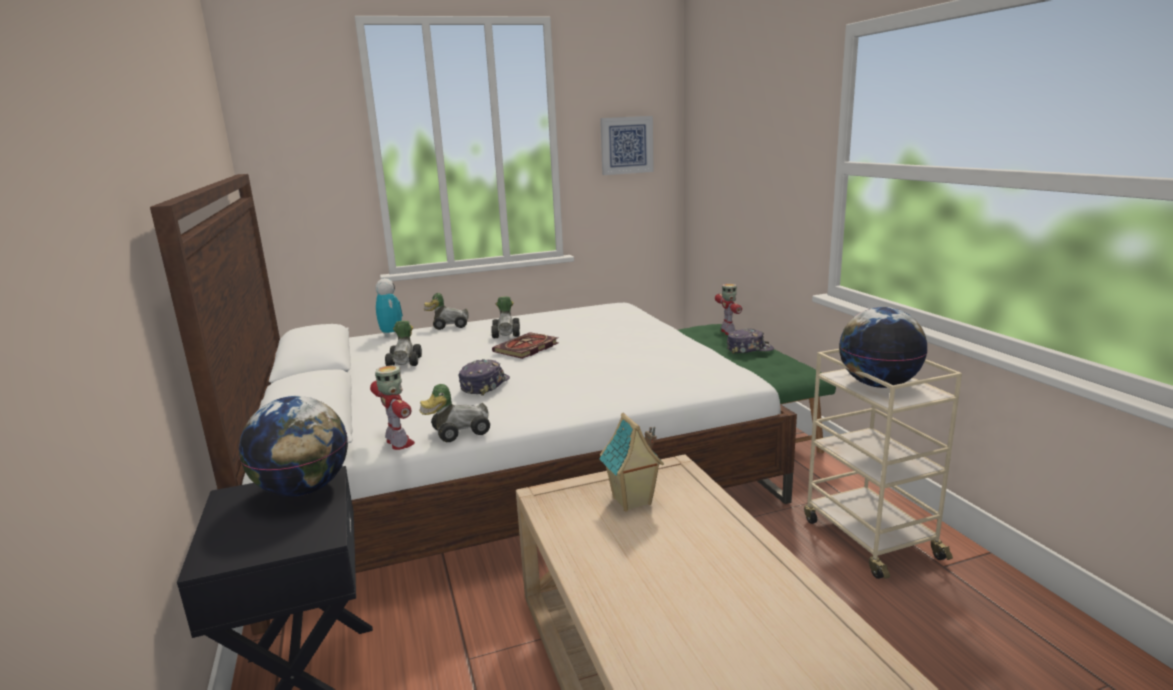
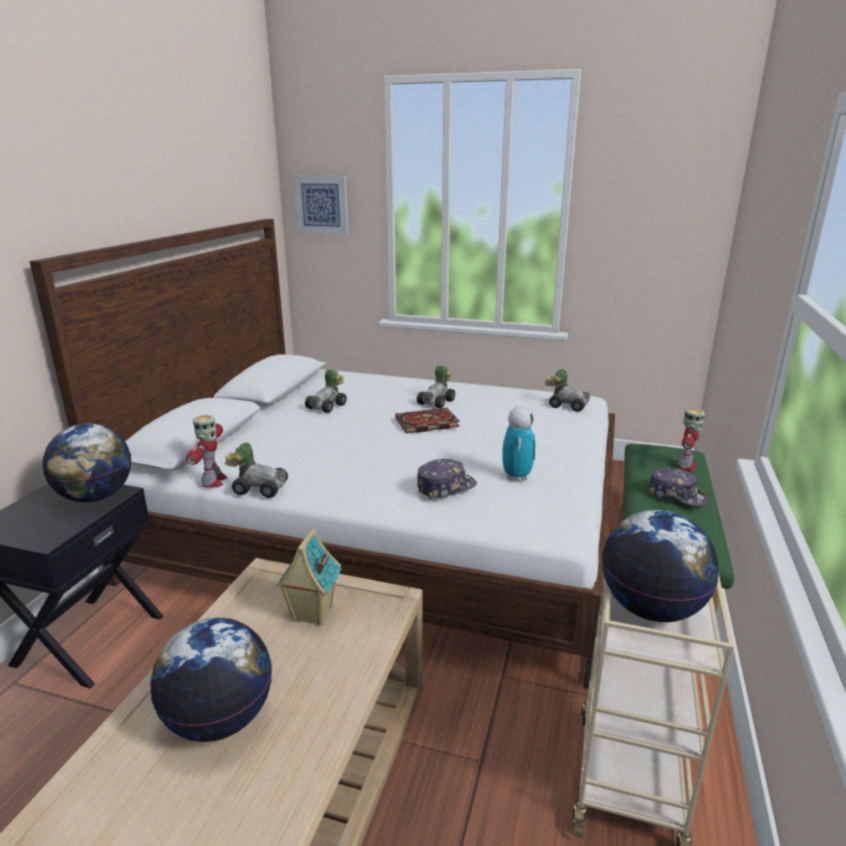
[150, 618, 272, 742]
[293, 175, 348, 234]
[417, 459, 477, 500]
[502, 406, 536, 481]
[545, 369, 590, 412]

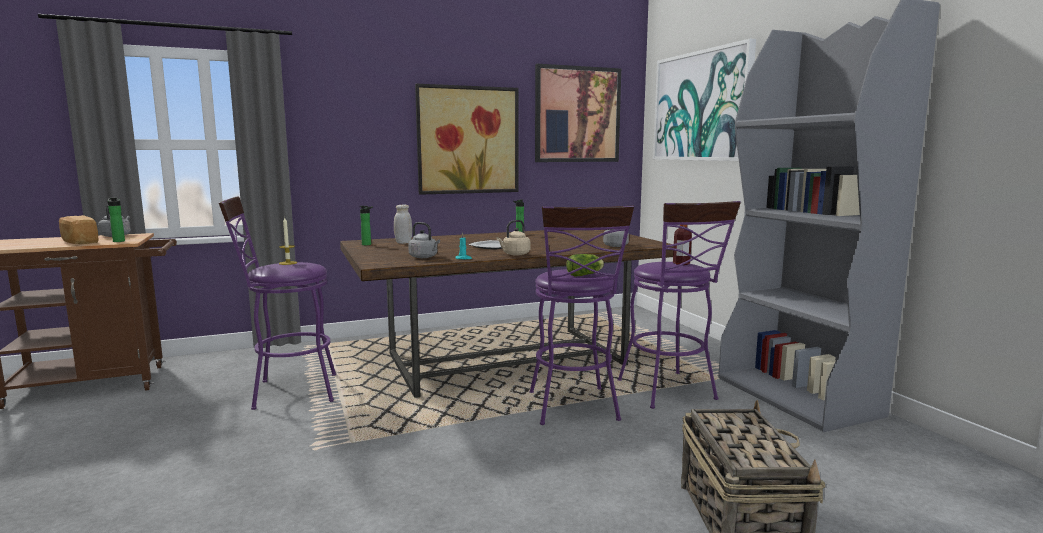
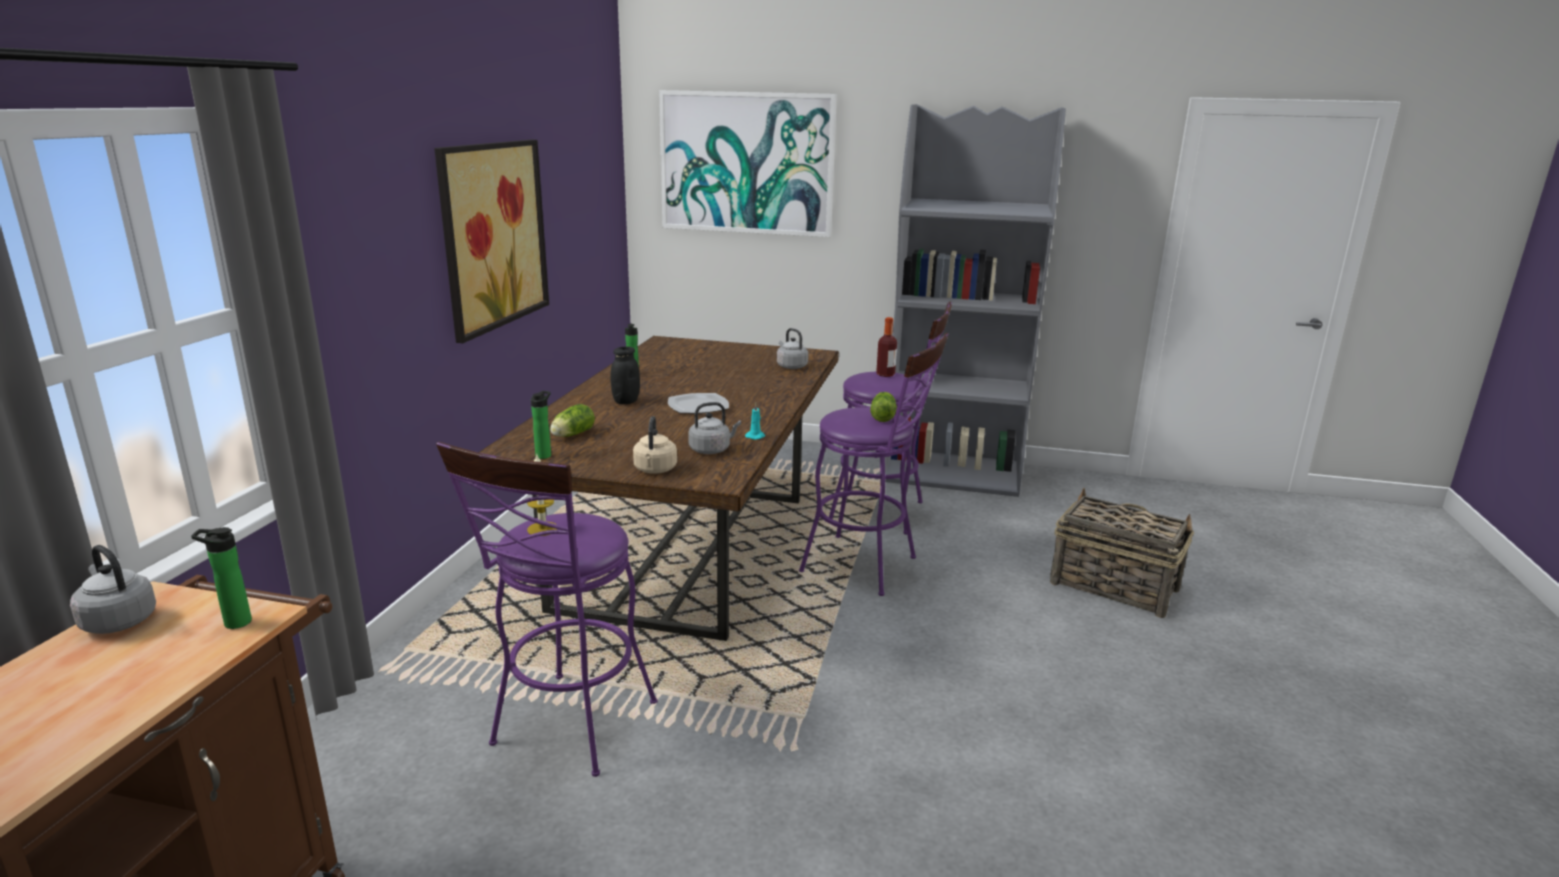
[550, 404, 595, 437]
[611, 346, 640, 404]
[633, 416, 677, 474]
[59, 215, 99, 244] (first image)
[535, 64, 621, 162] (first image)

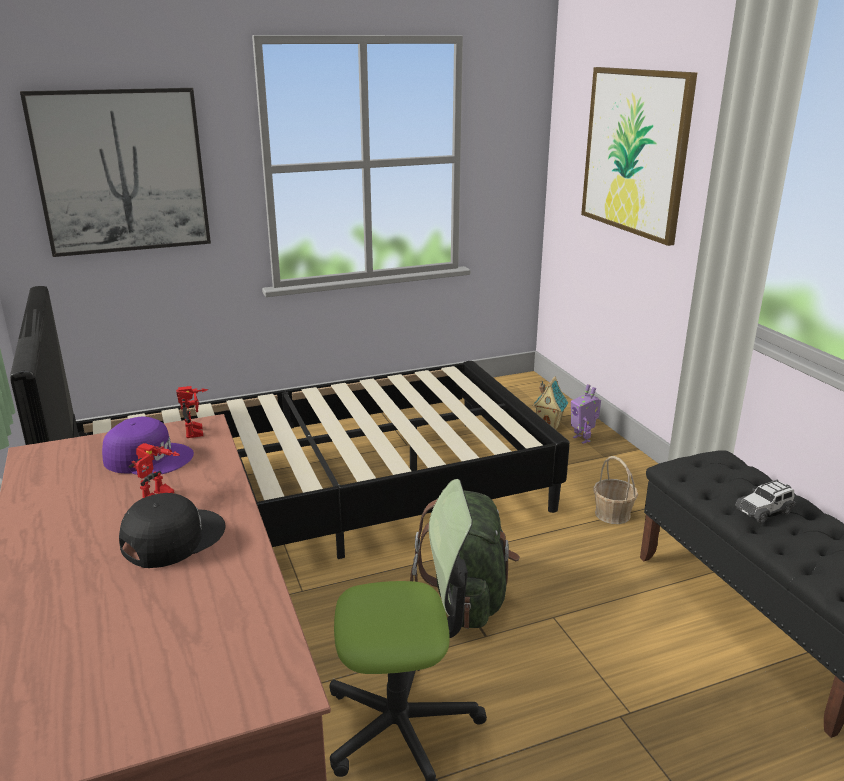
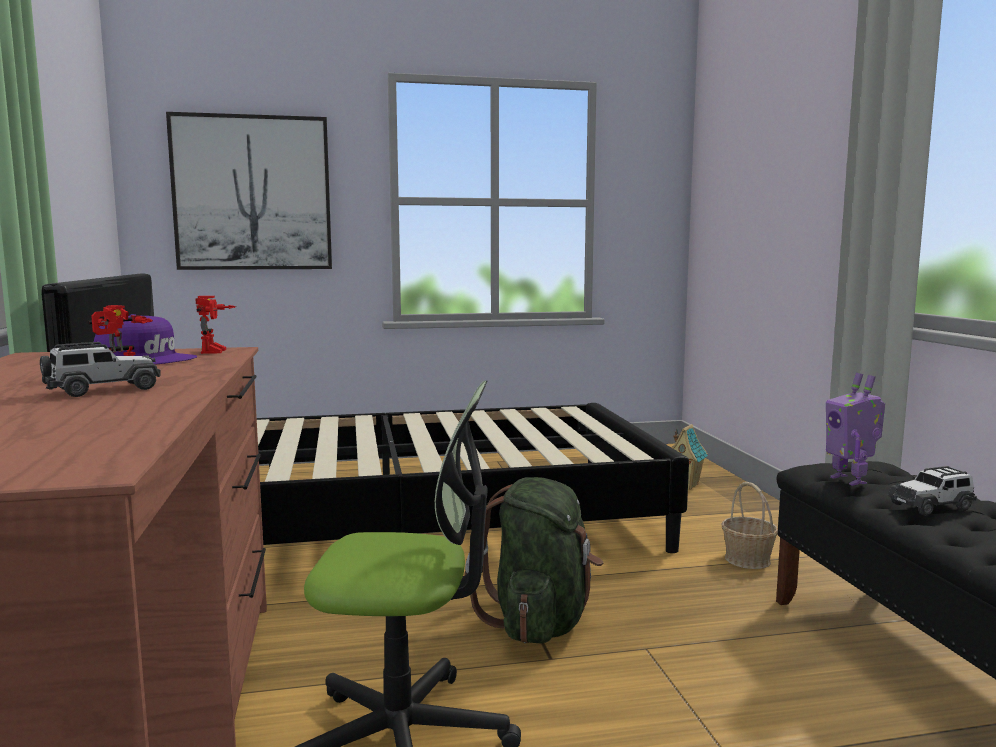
[40, 342, 161, 397]
[826, 373, 885, 486]
[581, 67, 697, 246] (first image)

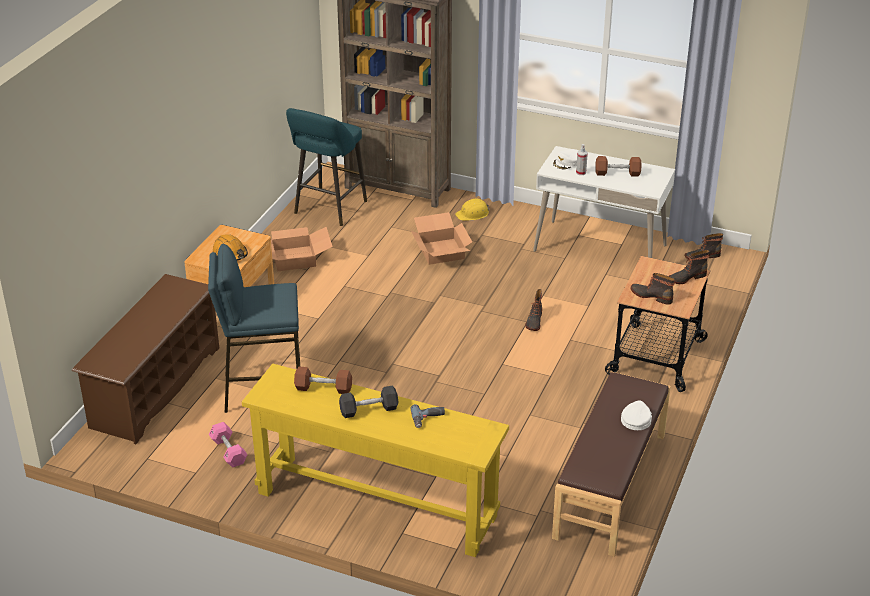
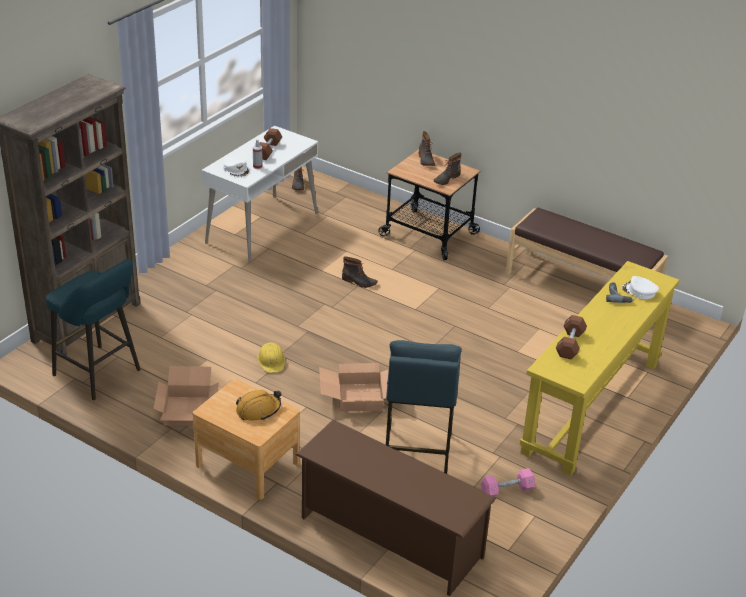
[257, 342, 285, 373]
[319, 363, 389, 412]
[622, 276, 659, 299]
[339, 386, 398, 418] (first image)

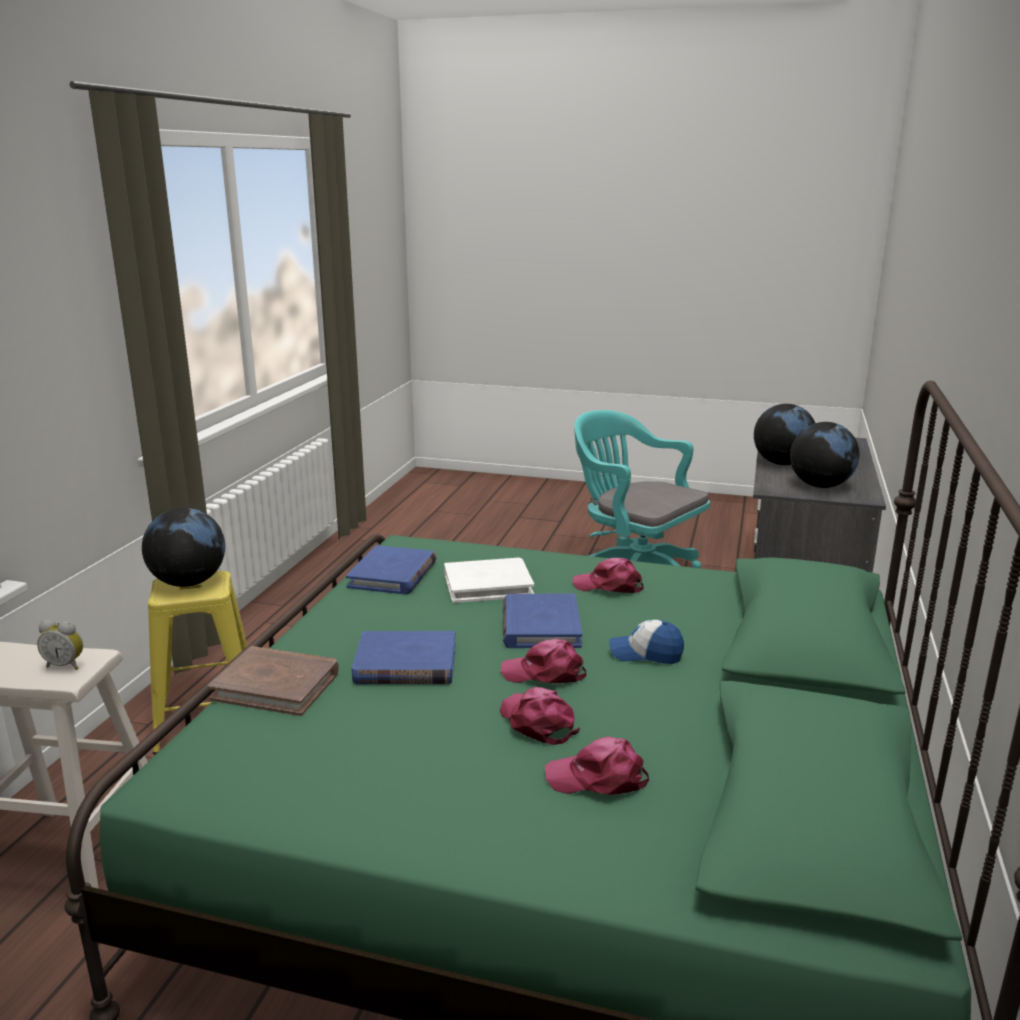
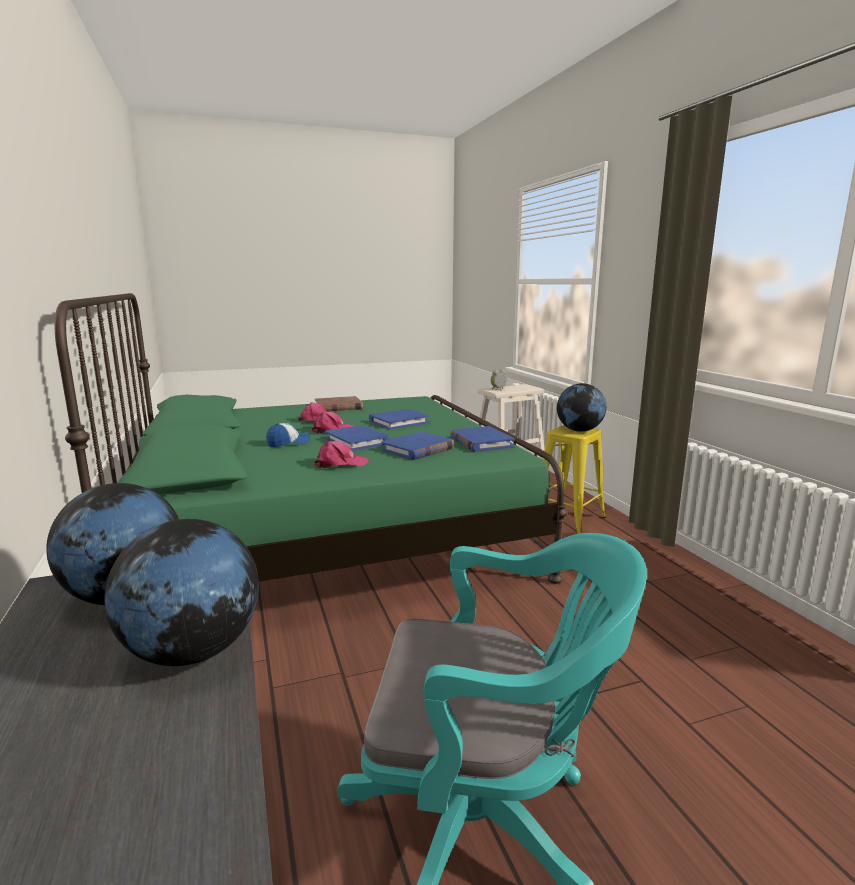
[315, 396, 363, 412]
[381, 432, 454, 460]
[545, 736, 649, 795] (first image)

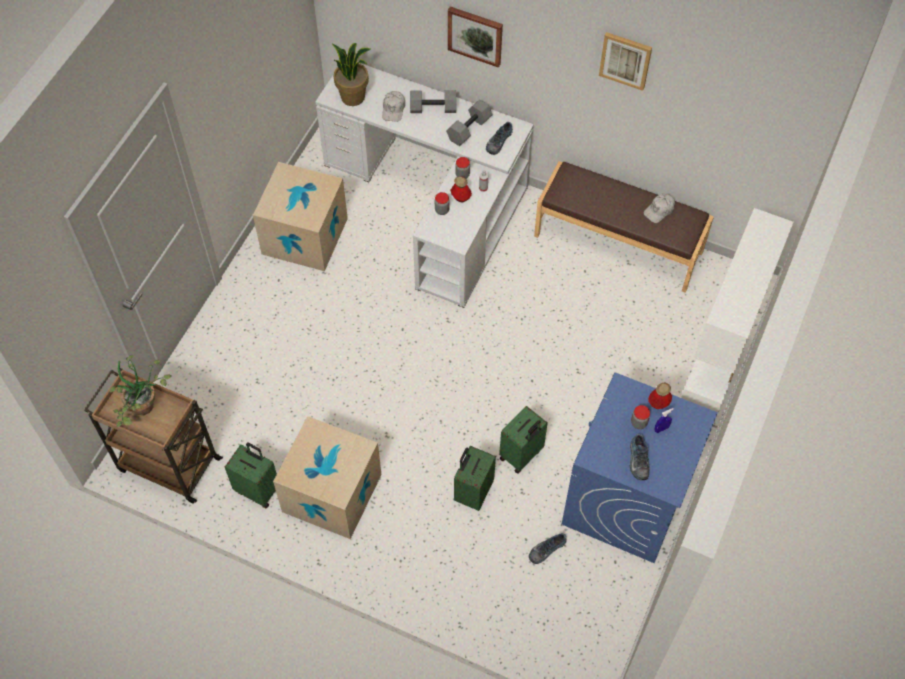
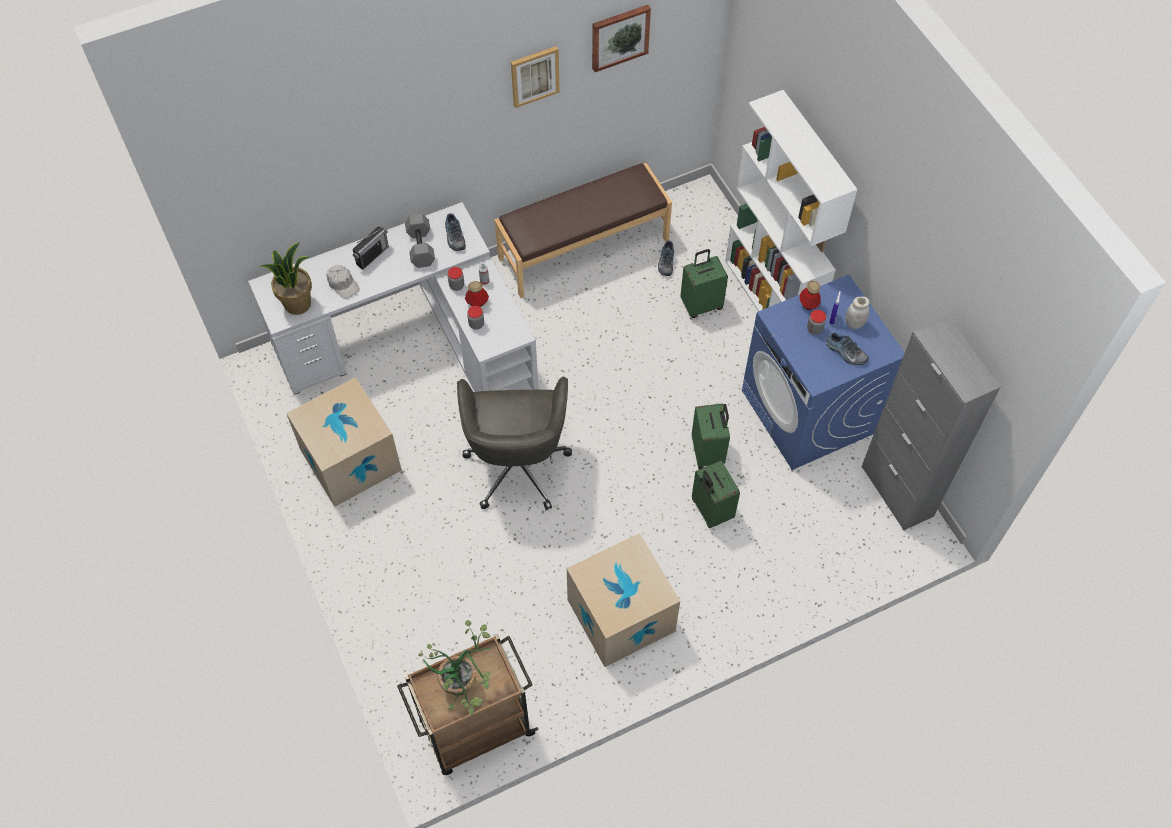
[353, 227, 389, 270]
[457, 376, 572, 510]
[592, 5, 651, 72]
[658, 240, 674, 276]
[680, 249, 728, 318]
[846, 297, 870, 329]
[862, 317, 1001, 531]
[644, 193, 675, 223] (first image)

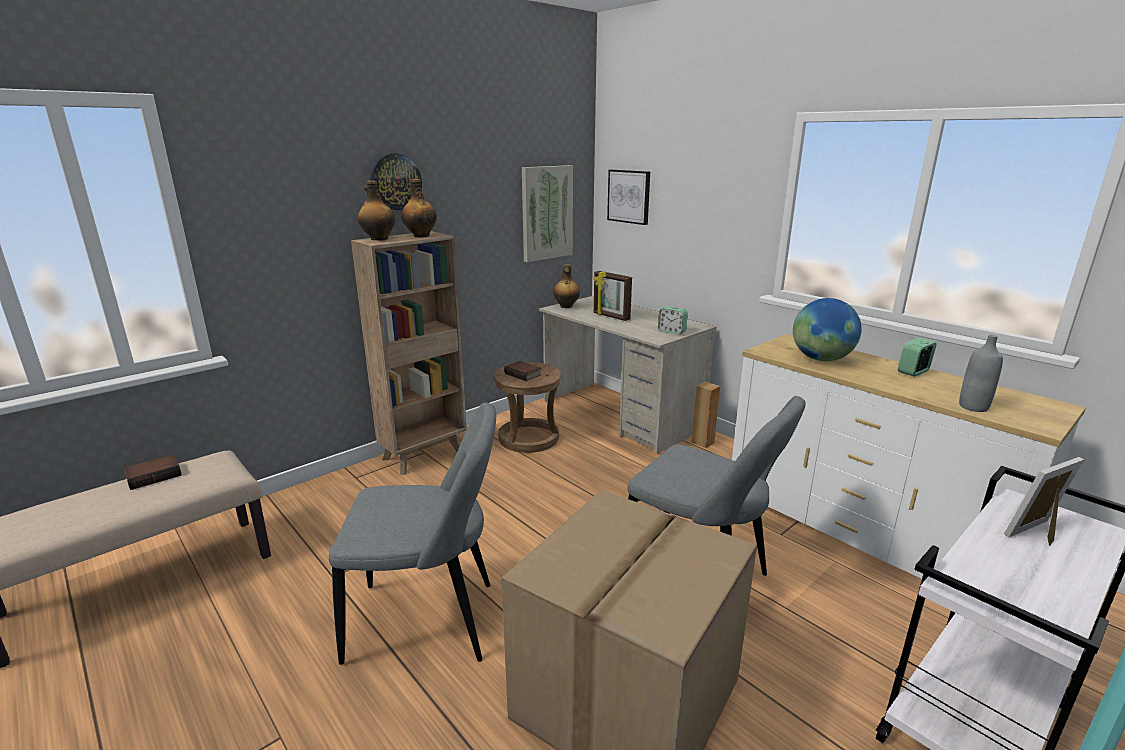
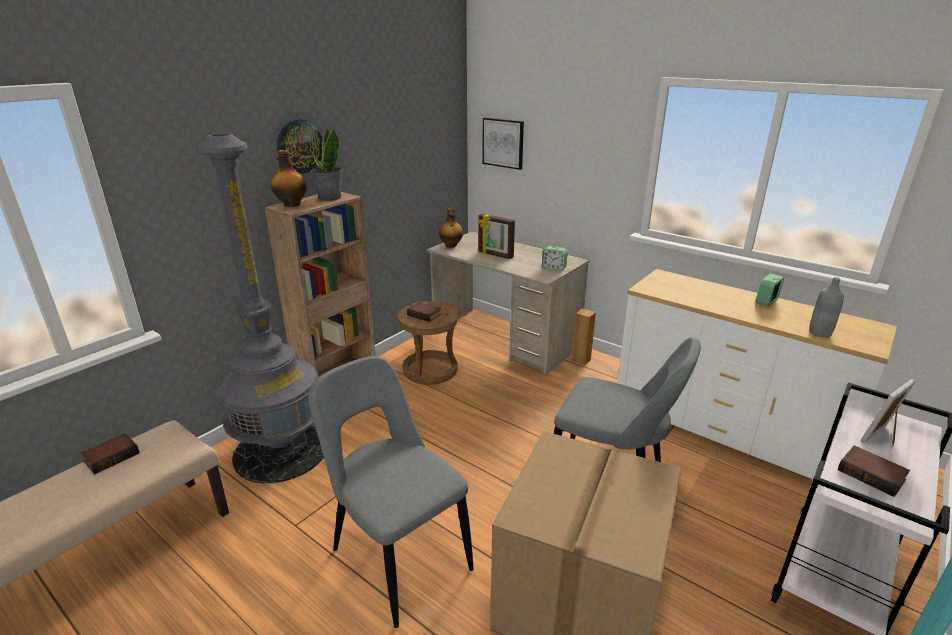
[197, 133, 324, 483]
[308, 356, 474, 628]
[310, 127, 342, 201]
[838, 445, 910, 497]
[522, 165, 573, 262] (first image)
[793, 298, 862, 361] (first image)

